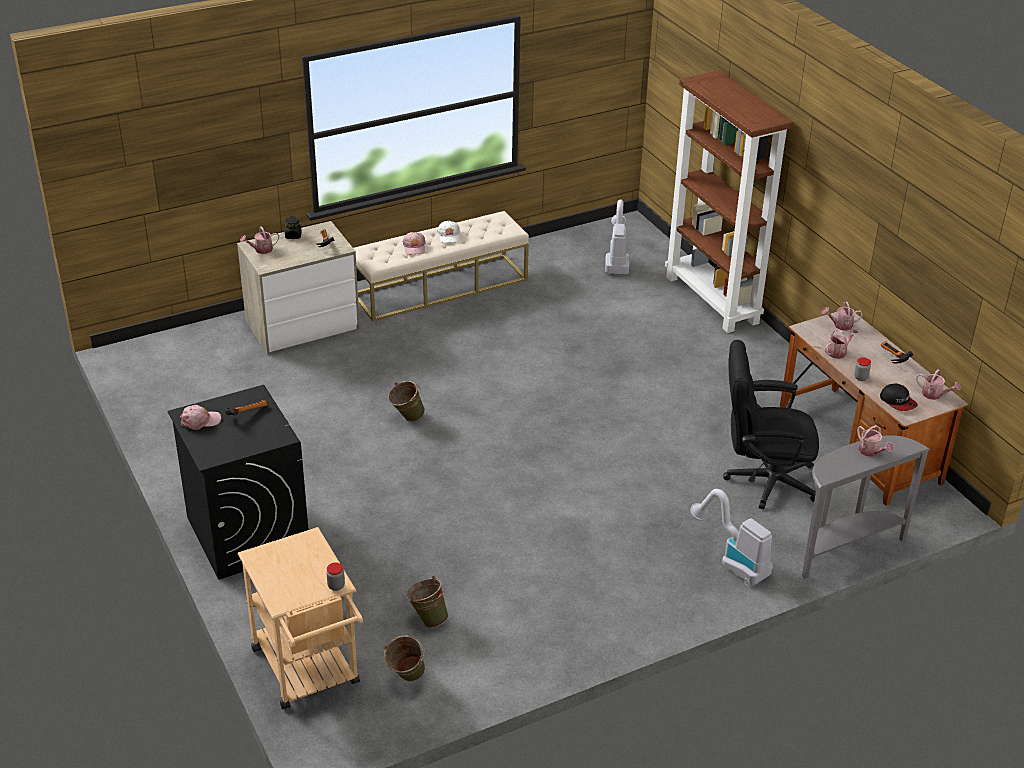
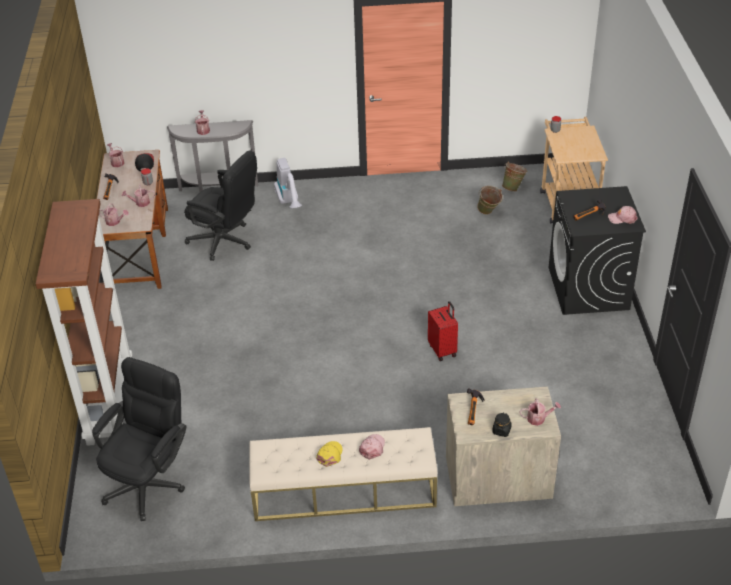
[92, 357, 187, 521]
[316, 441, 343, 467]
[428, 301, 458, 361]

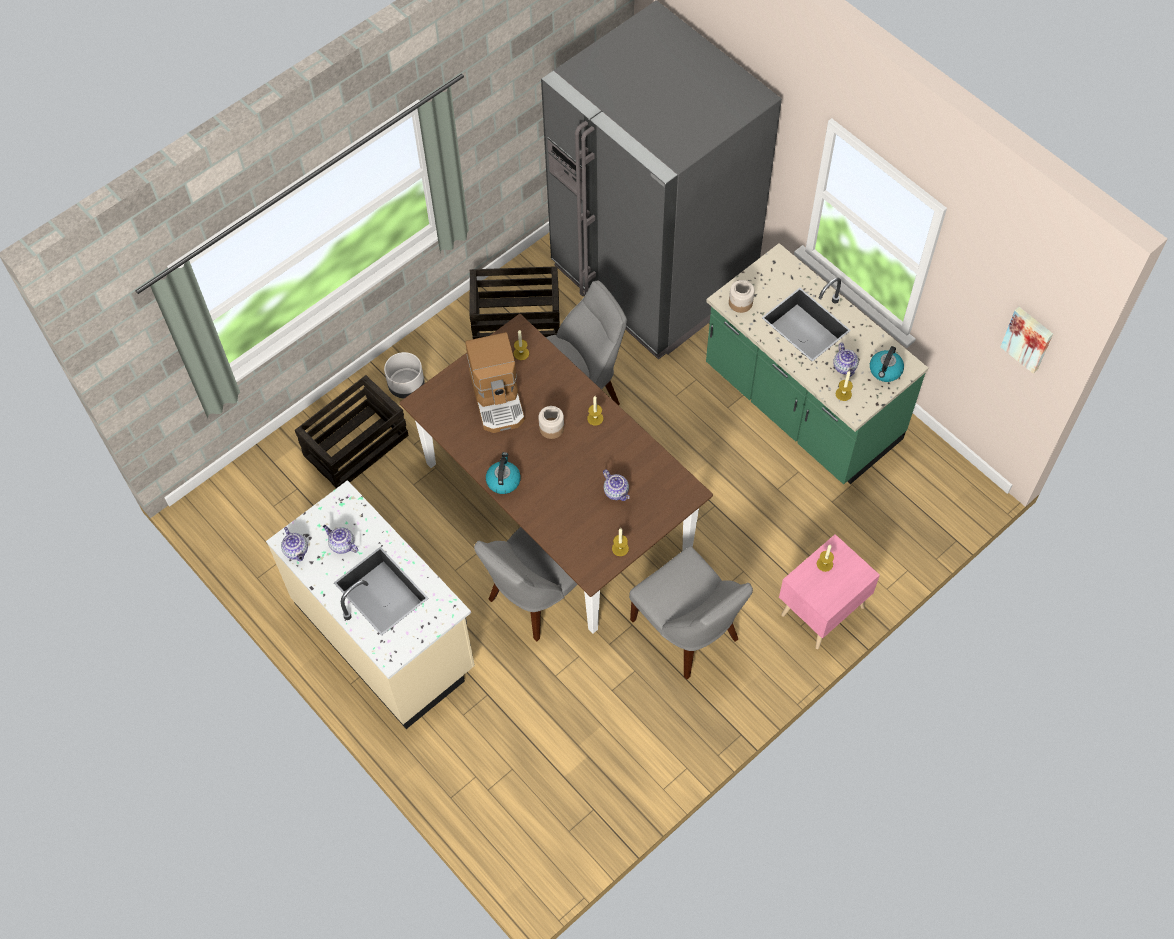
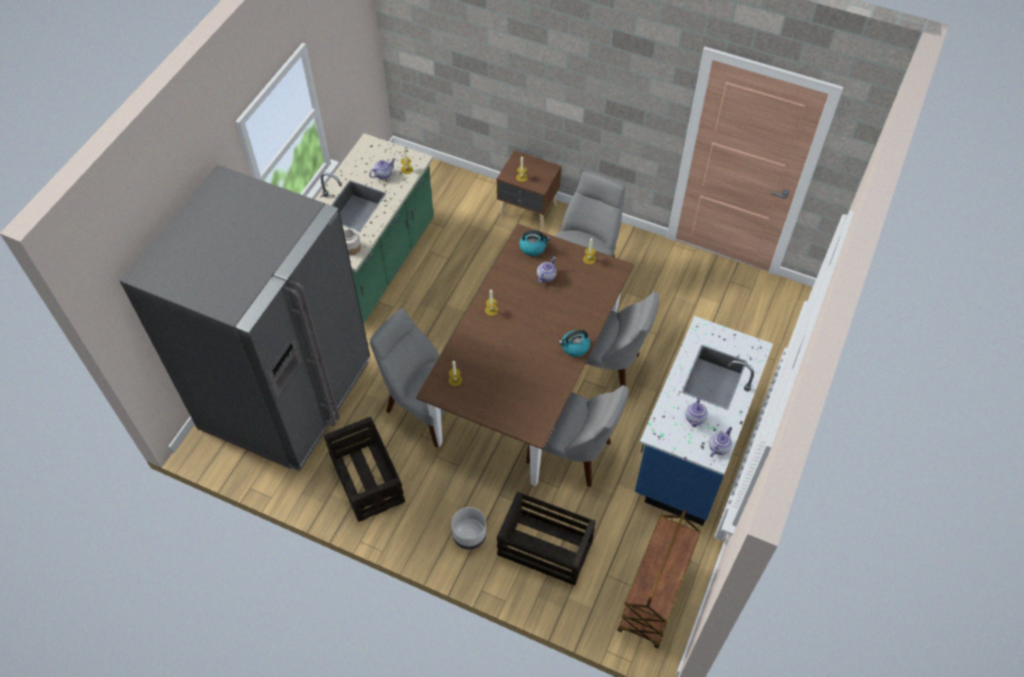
[497, 150, 561, 229]
[519, 230, 550, 256]
[526, 385, 629, 487]
[617, 510, 701, 648]
[635, 316, 773, 526]
[465, 332, 525, 433] (first image)
[538, 406, 564, 439] (first image)
[1001, 307, 1053, 374] (first image)

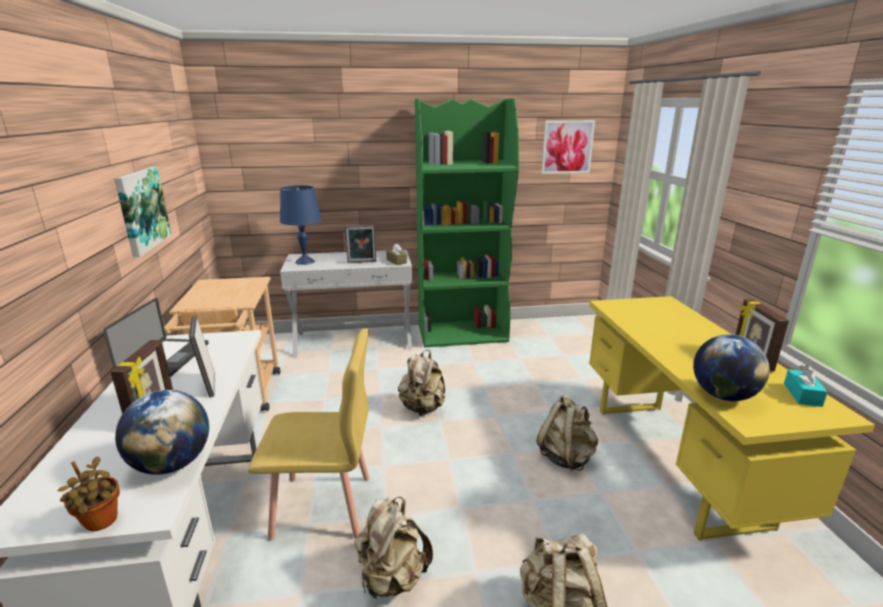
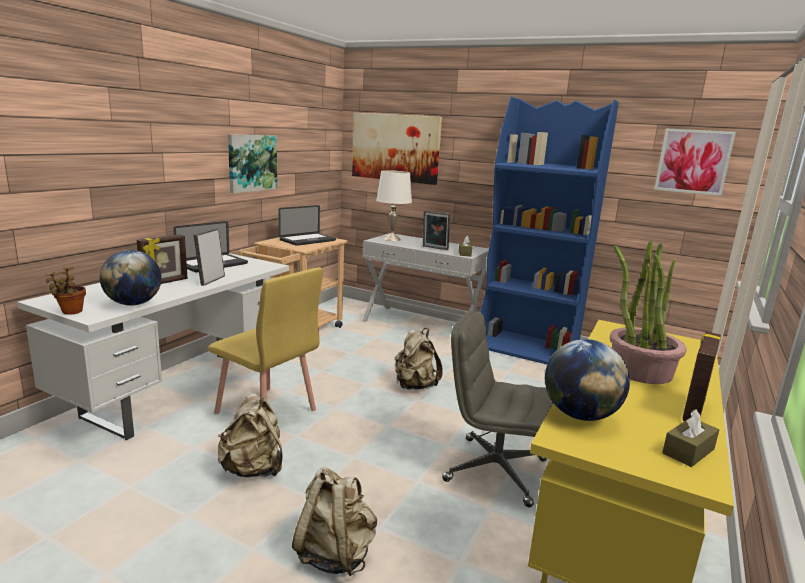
[279, 205, 336, 246]
[352, 113, 442, 185]
[376, 170, 412, 241]
[442, 311, 553, 507]
[480, 97, 619, 364]
[610, 241, 687, 384]
[662, 409, 719, 467]

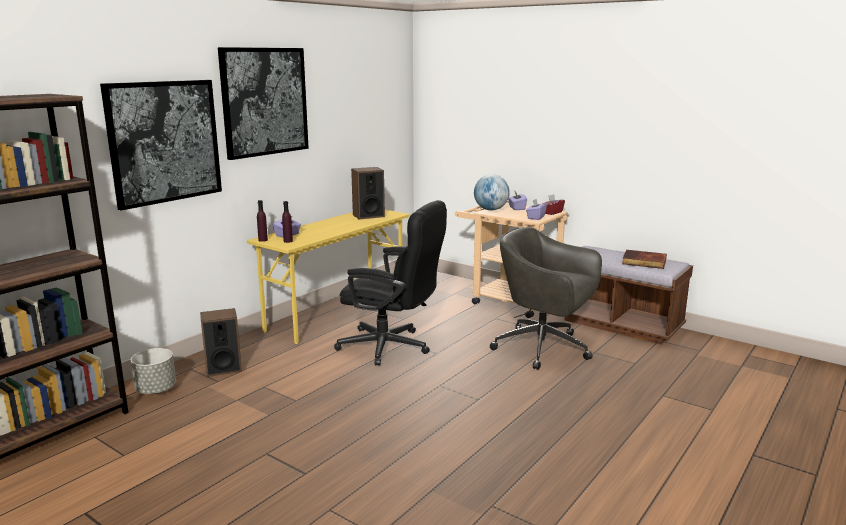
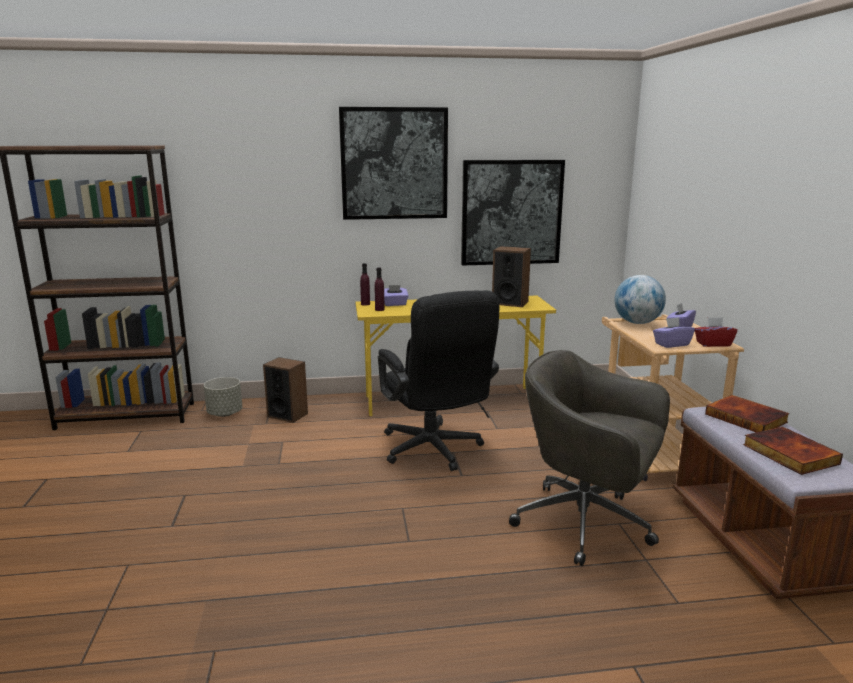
[461, 160, 565, 266]
[509, 350, 670, 566]
[705, 395, 790, 432]

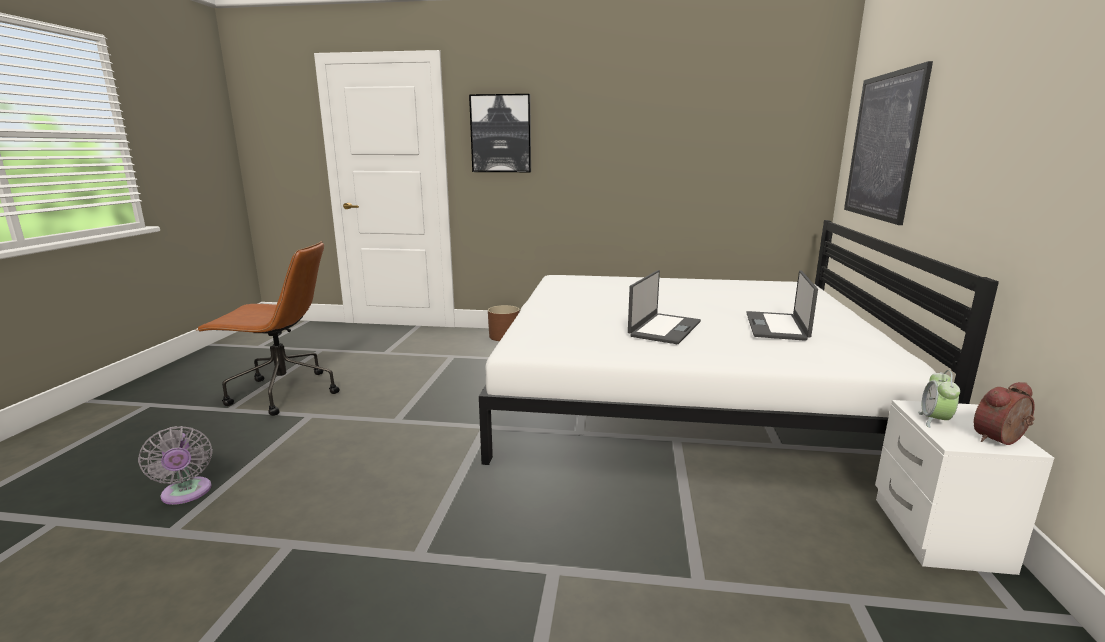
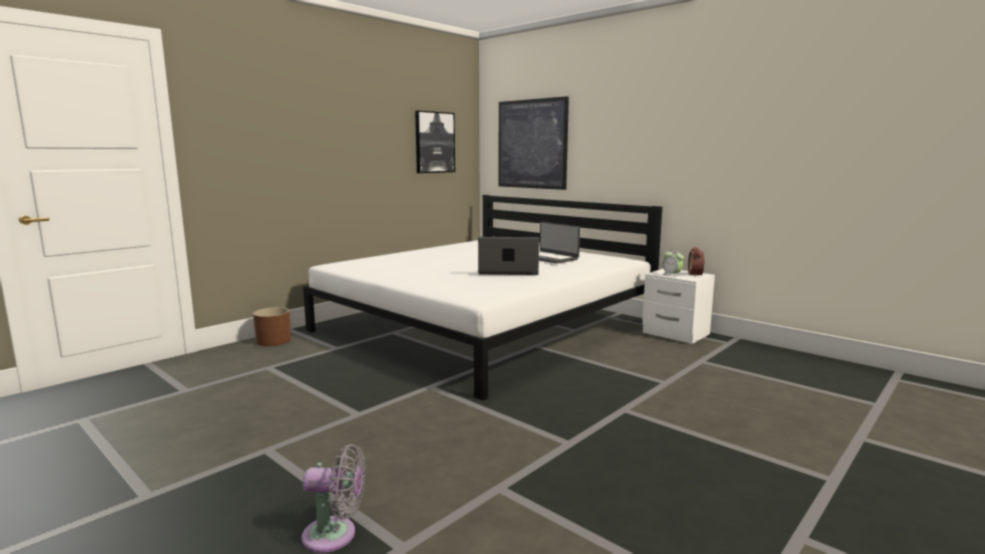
[415, 111, 455, 173]
[478, 237, 539, 275]
[197, 241, 340, 416] (first image)

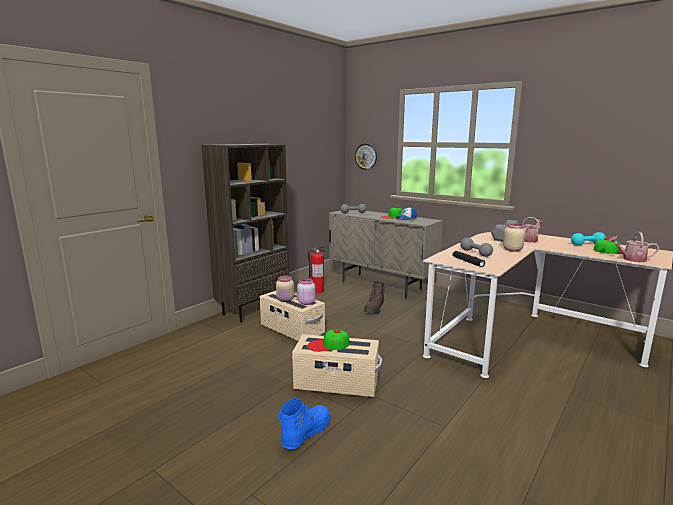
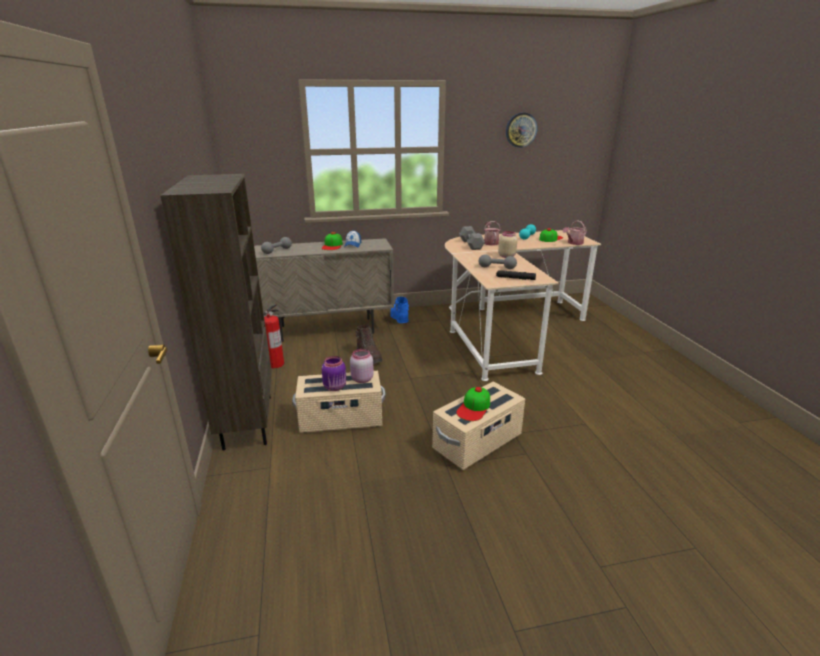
[322, 356, 346, 391]
[390, 297, 409, 323]
[506, 113, 538, 148]

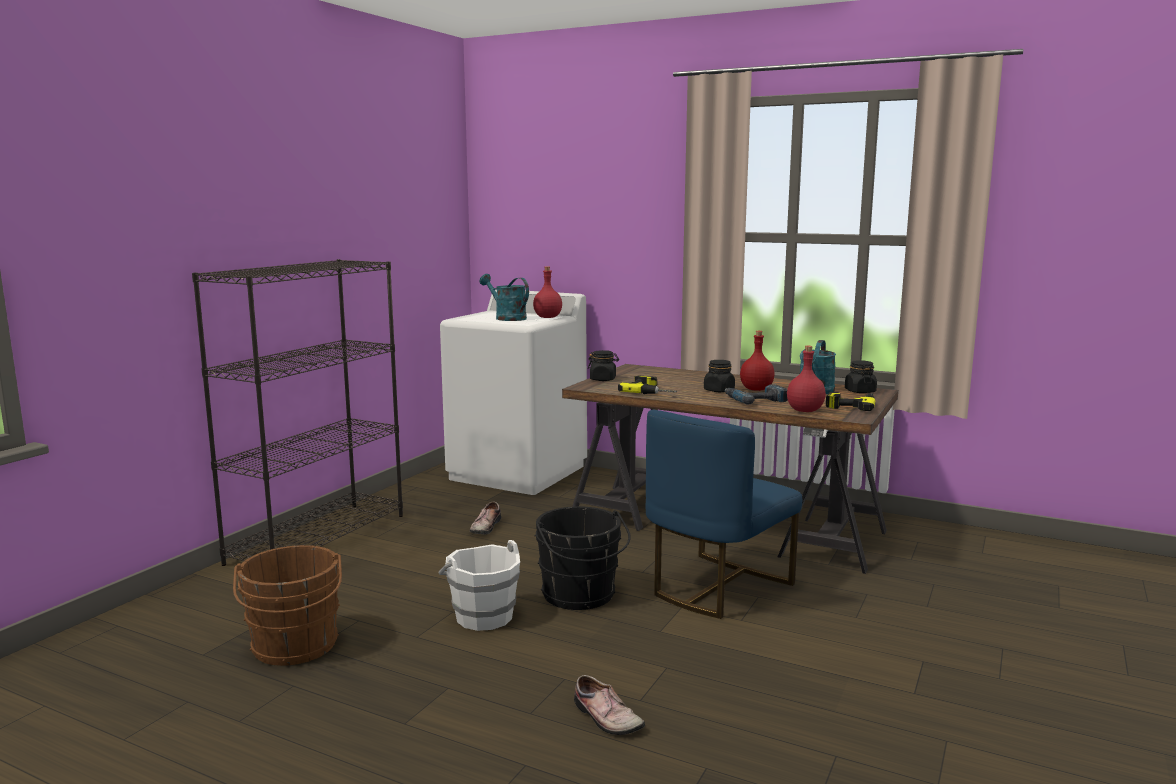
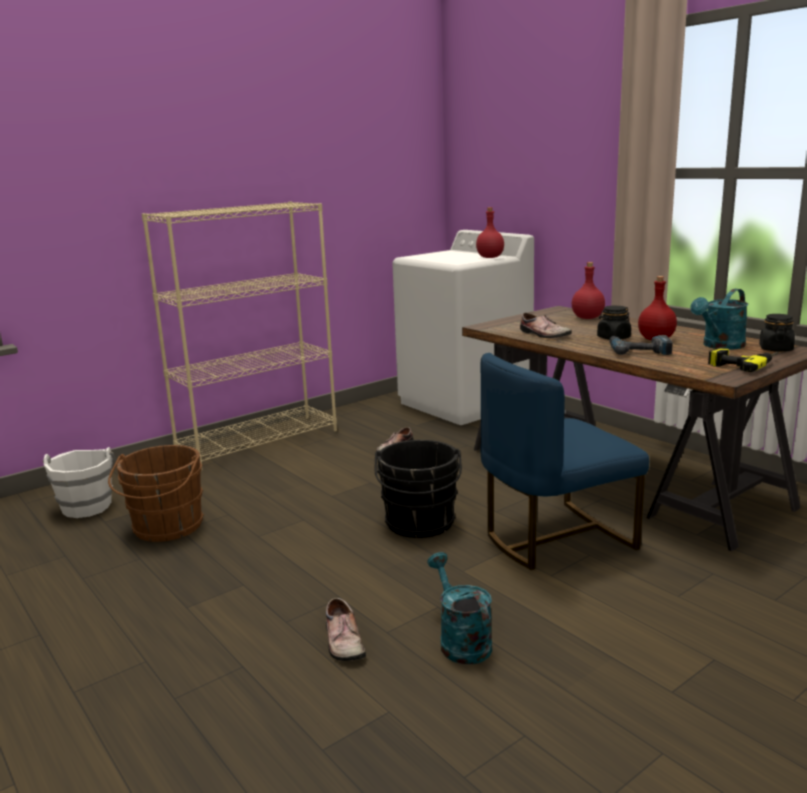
[43, 447, 116, 518]
[142, 202, 337, 471]
[427, 552, 492, 664]
[520, 312, 572, 338]
[572, 262, 605, 319]
[588, 350, 619, 381] (first image)

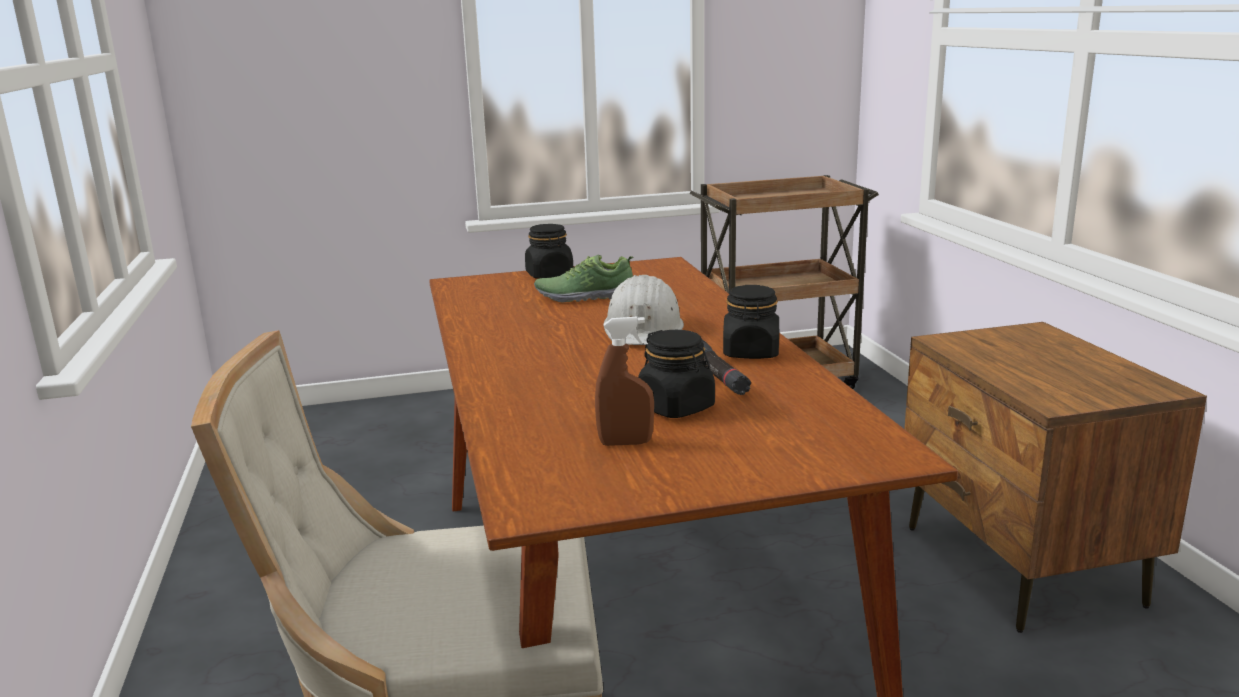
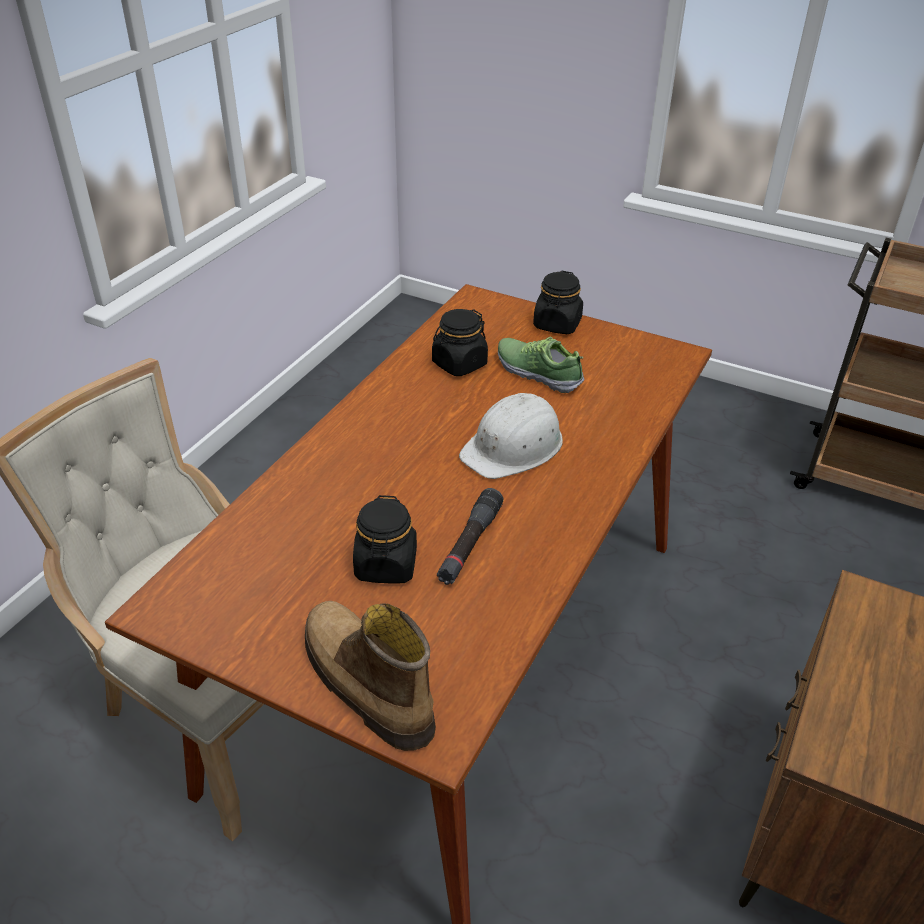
[305, 601, 436, 751]
[432, 309, 488, 376]
[595, 316, 654, 446] (first image)

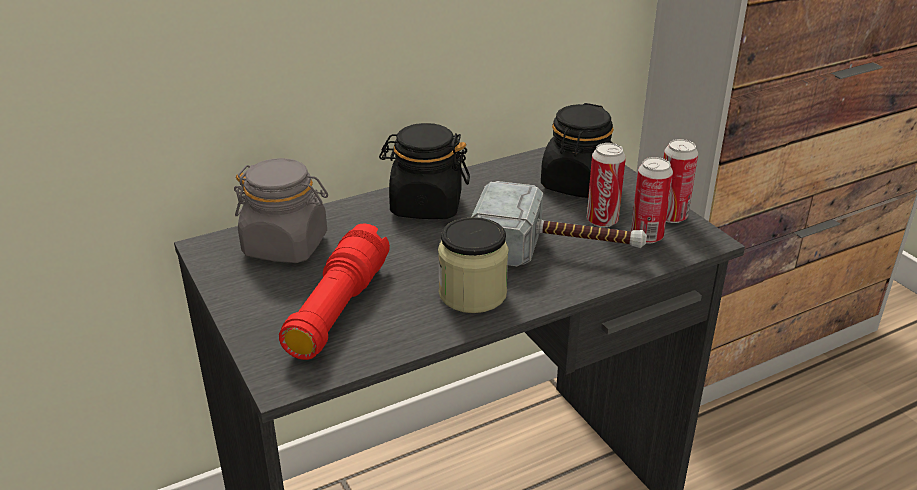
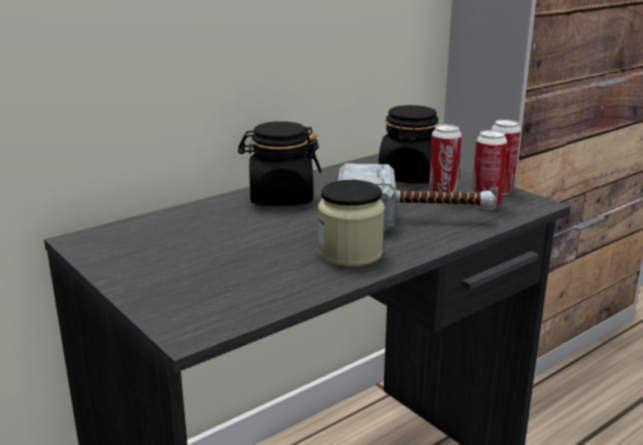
[234, 158, 328, 263] (first image)
[279, 224, 390, 360] (first image)

